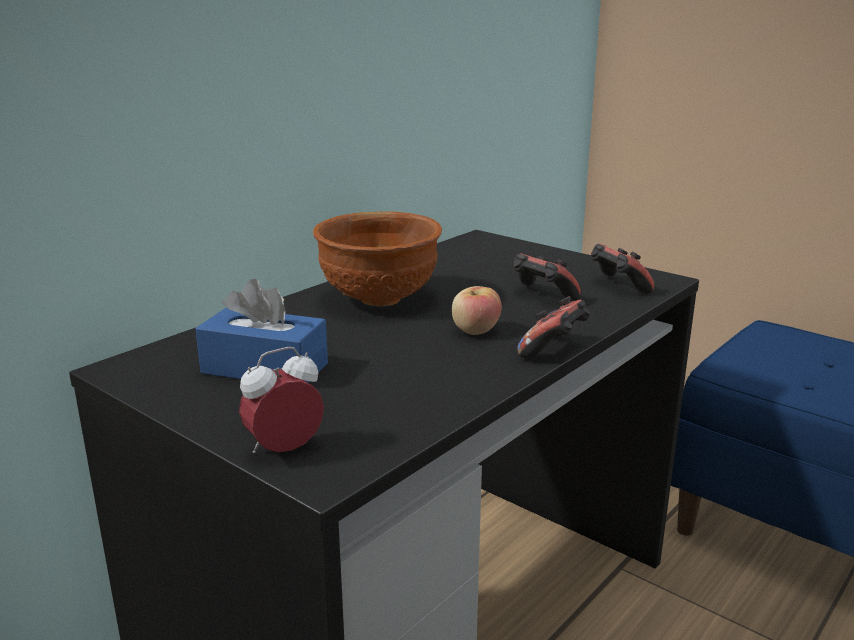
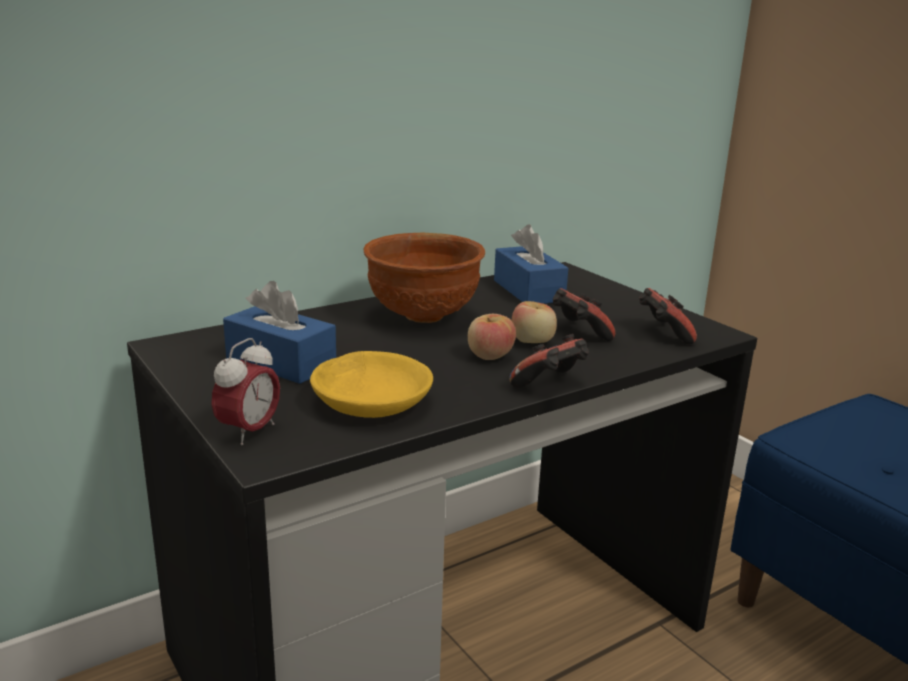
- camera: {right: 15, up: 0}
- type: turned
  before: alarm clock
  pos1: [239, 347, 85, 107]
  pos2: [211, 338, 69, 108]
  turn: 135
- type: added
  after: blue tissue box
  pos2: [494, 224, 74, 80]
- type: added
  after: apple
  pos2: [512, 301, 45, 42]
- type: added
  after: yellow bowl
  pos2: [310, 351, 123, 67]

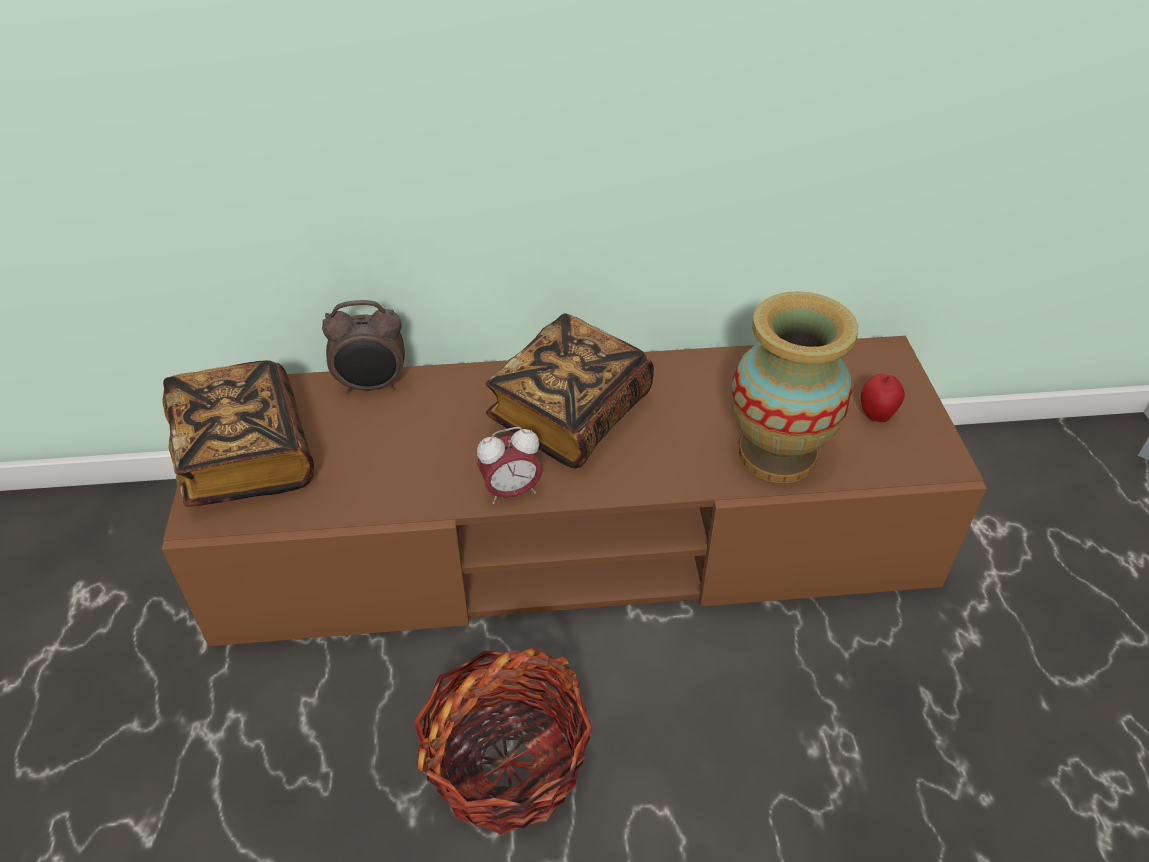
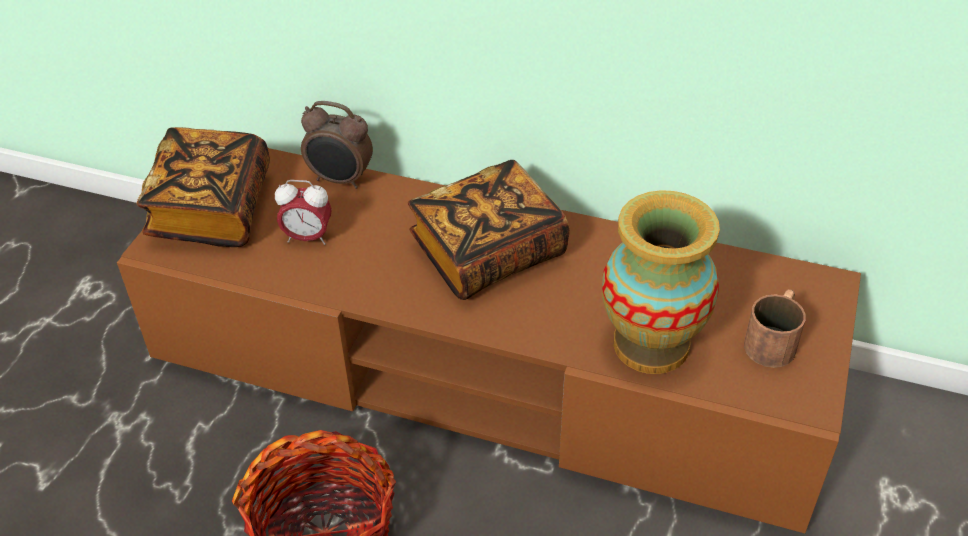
- camera: {right: 25, up: 0}
- type: replaced
  before: apple
  after: brown mug
  pos1: [861, 374, 44, 48]
  pos2: [744, 289, 62, 79]
- type: moved
  before: alarm clock
  pos1: [477, 427, 65, 77]
  pos2: [275, 180, 57, 65]

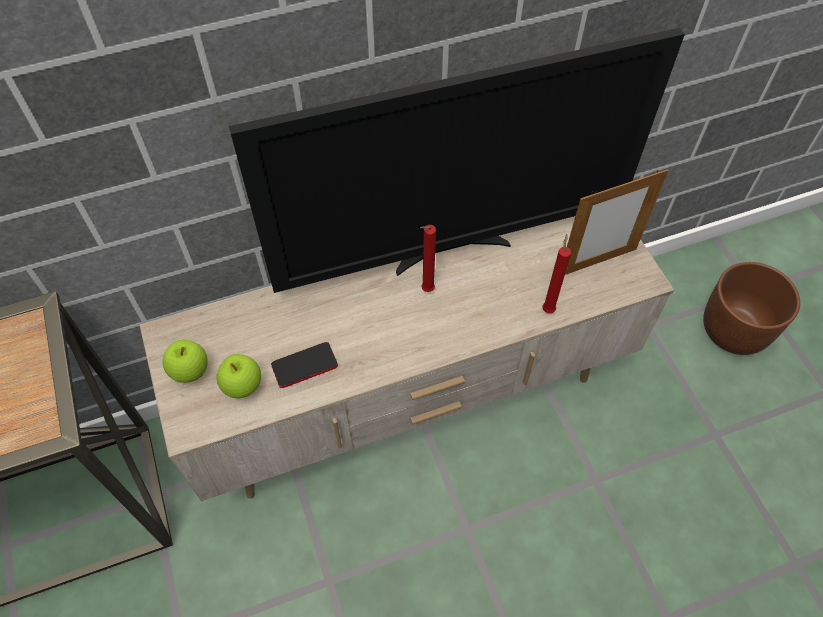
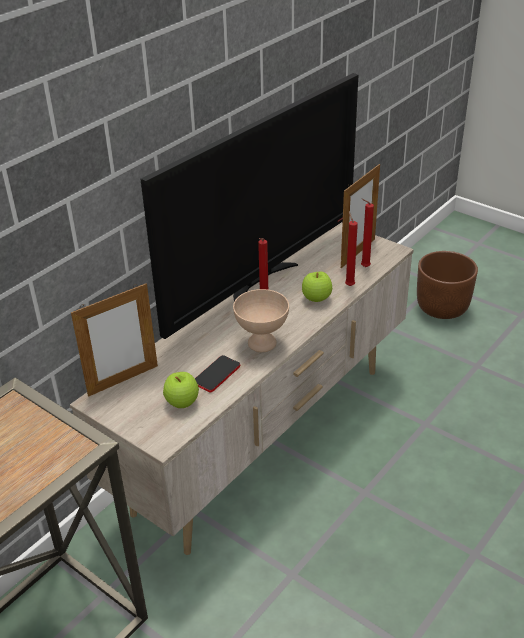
- camera: {right: -30, up: -20}
- type: moved
  before: apple
  pos1: [162, 340, 46, 43]
  pos2: [302, 271, 30, 31]
- type: added
  after: red candle
  pos2: [361, 198, 13, 69]
- type: added
  after: picture frame
  pos2: [71, 283, 87, 114]
- type: added
  after: beige bowl
  pos2: [233, 289, 56, 63]

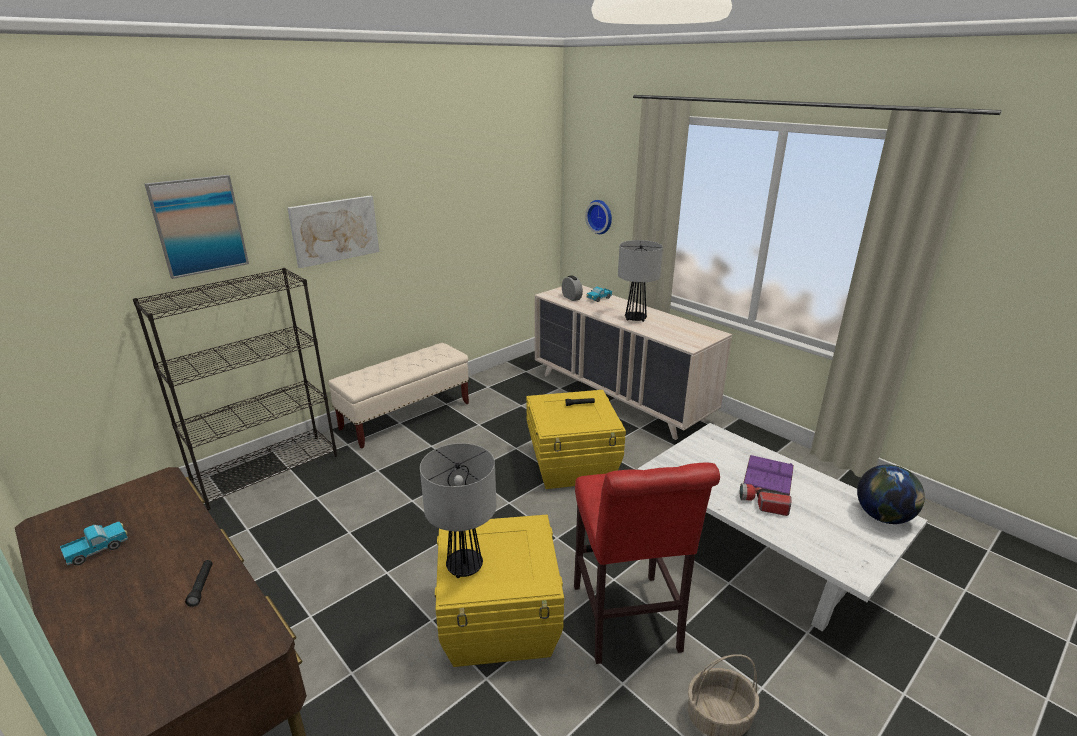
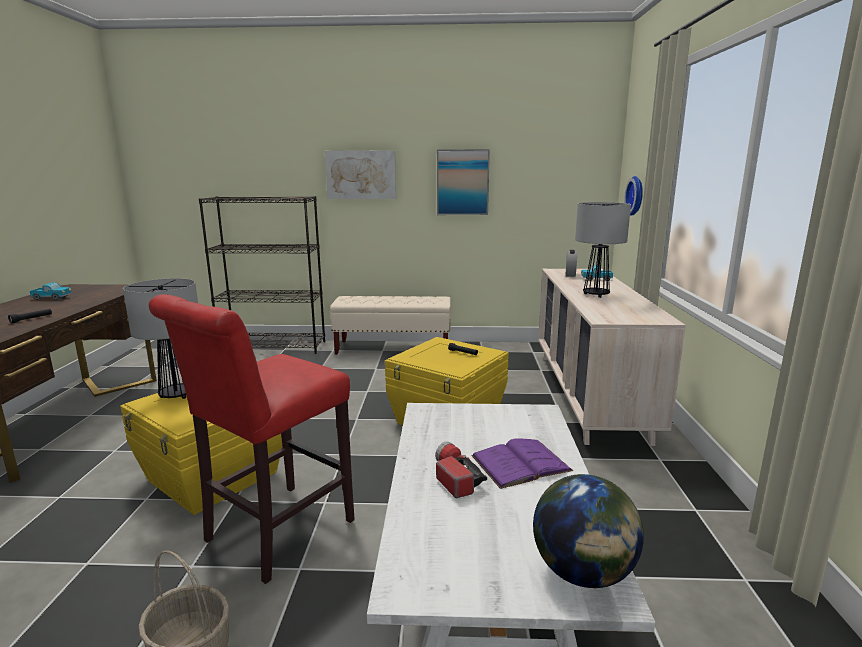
- camera: {right: 45, up: -10}
- type: moved
  before: picture
  pos1: [144, 175, 105, 104]
  pos2: [437, 149, 53, 66]

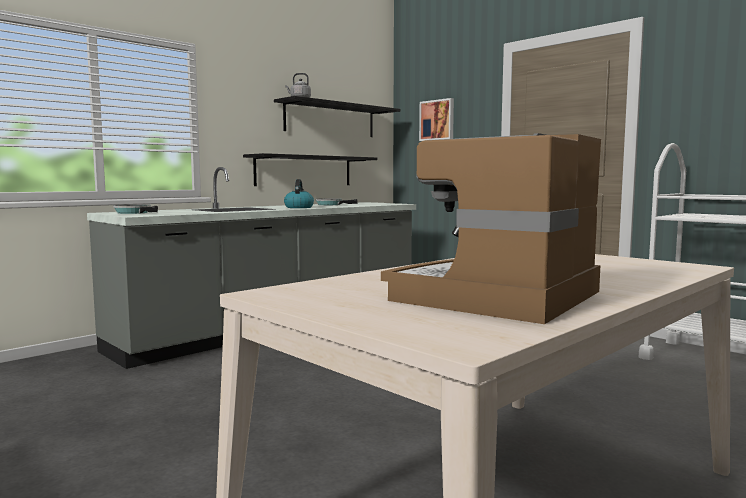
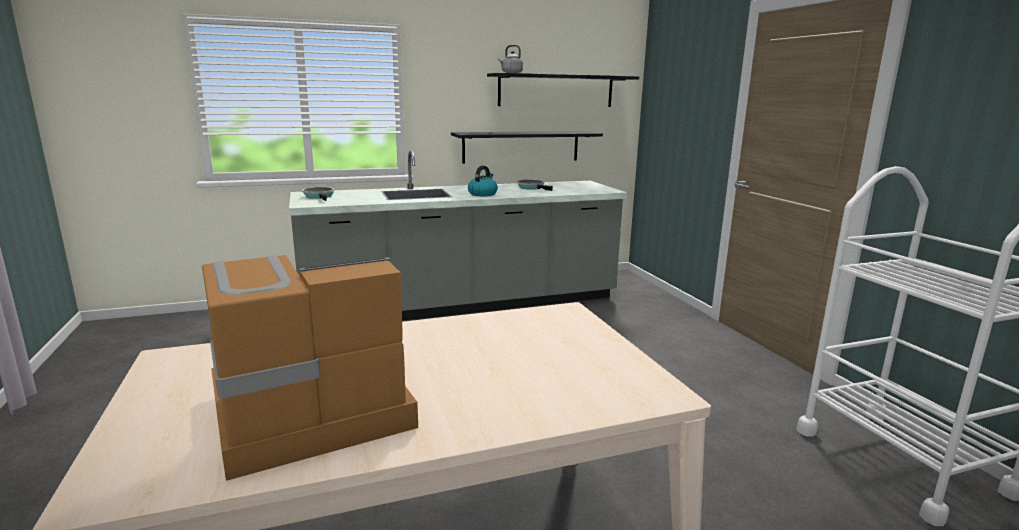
- camera: {right: 25, up: 10}
- type: removed
  before: picture
  pos1: [419, 98, 35, 43]

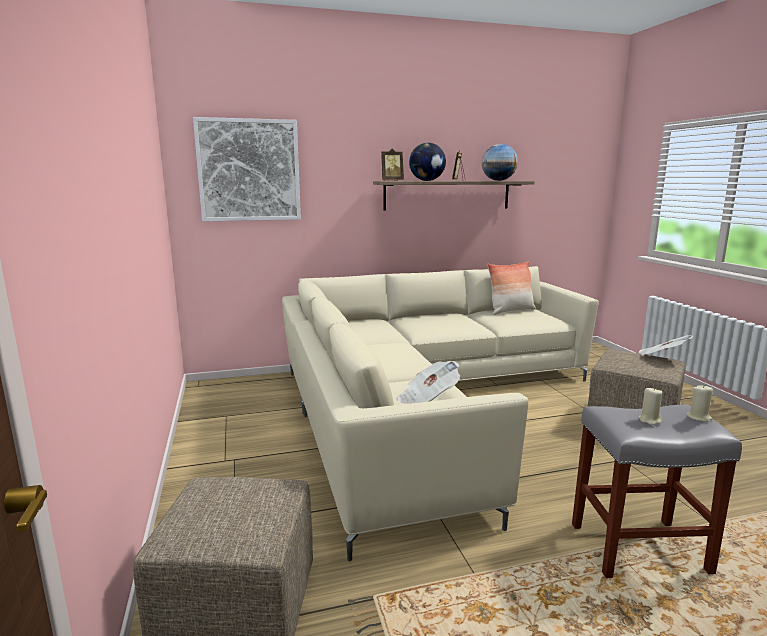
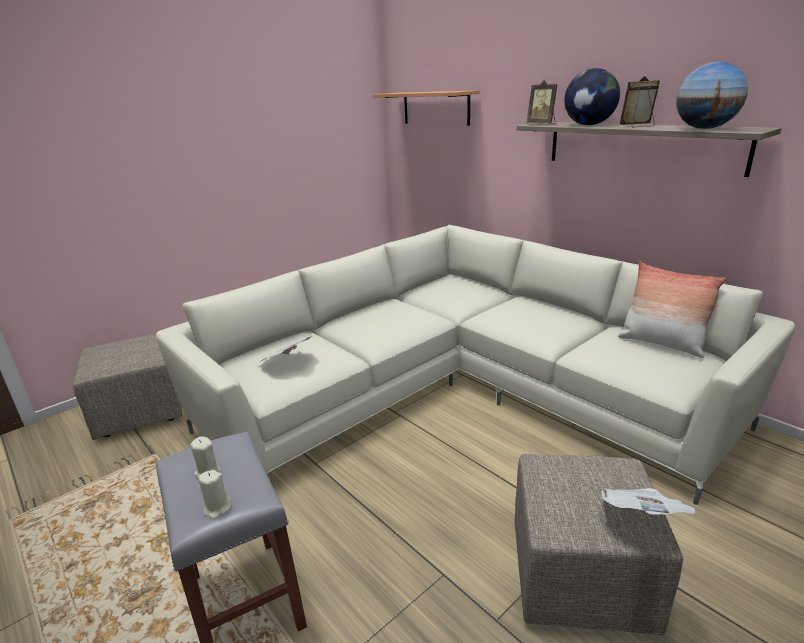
- camera: {right: 65, up: 10}
- type: replaced
  before: picture
  after: shelf
  pos1: [193, 117, 108, 105]
  pos2: [373, 90, 107, 36]

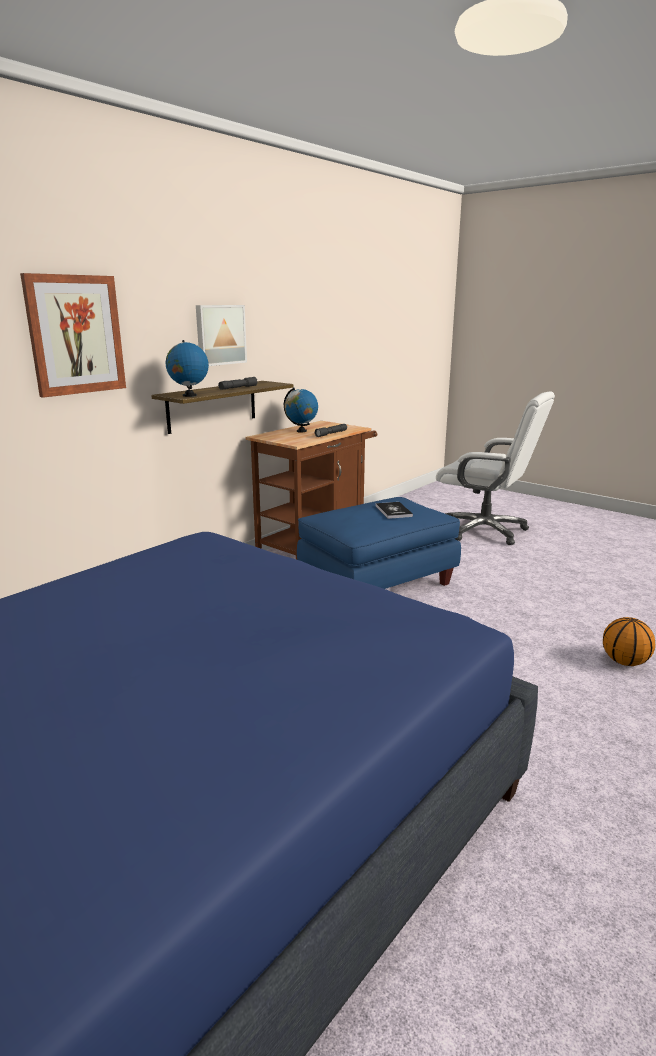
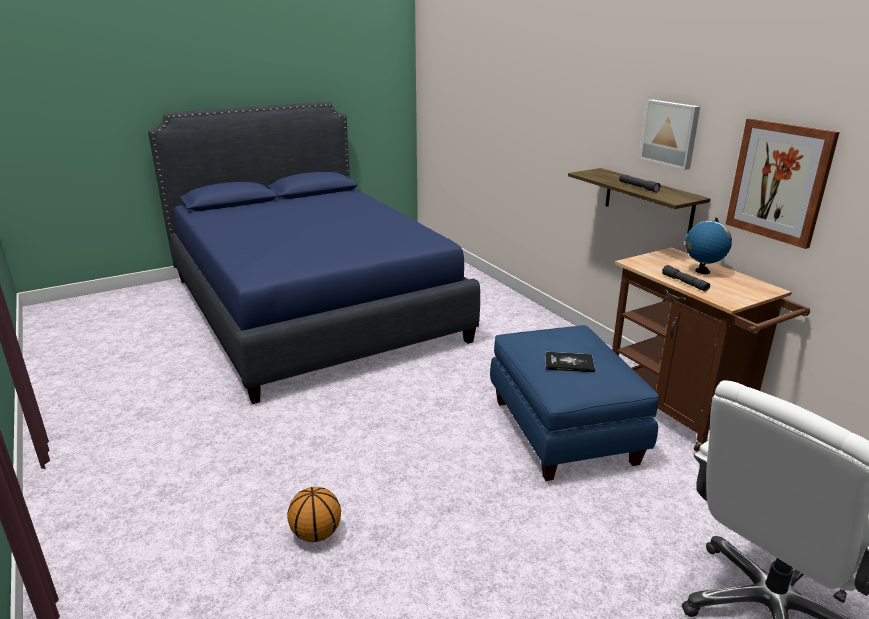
- camera: {right: 110, up: 5}
- type: moved
  before: picture
  pos1: [20, 273, 106, 125]
  pos2: [726, 118, 114, 131]
- type: removed
  before: globe
  pos1: [166, 340, 43, 57]

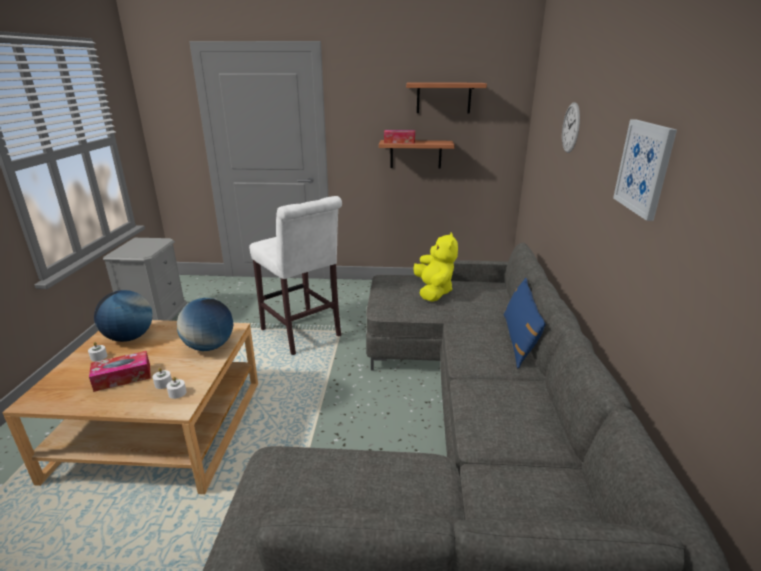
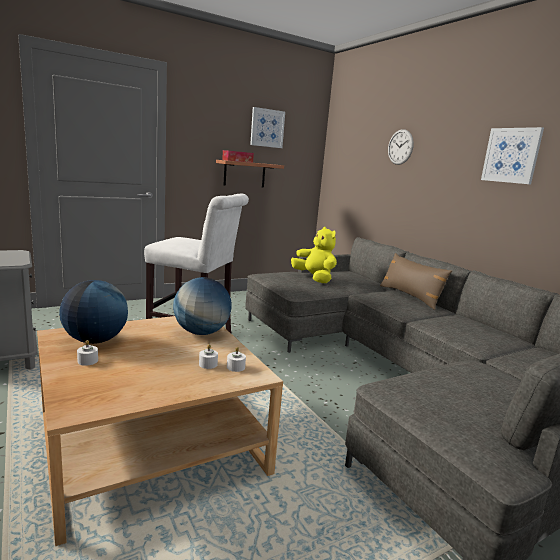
- camera: {right: -35, up: -10}
- type: replaced
  before: shelf
  after: picture
  pos1: [406, 83, 81, 30]
  pos2: [250, 107, 35, 41]
- type: recoloured
  before: blue pillow
  after: brown pillow
  pos1: [504, 278, 42, 90]
  pos2: [380, 253, 72, 57]
- type: removed
  before: tissue box
  pos1: [89, 351, 62, 41]

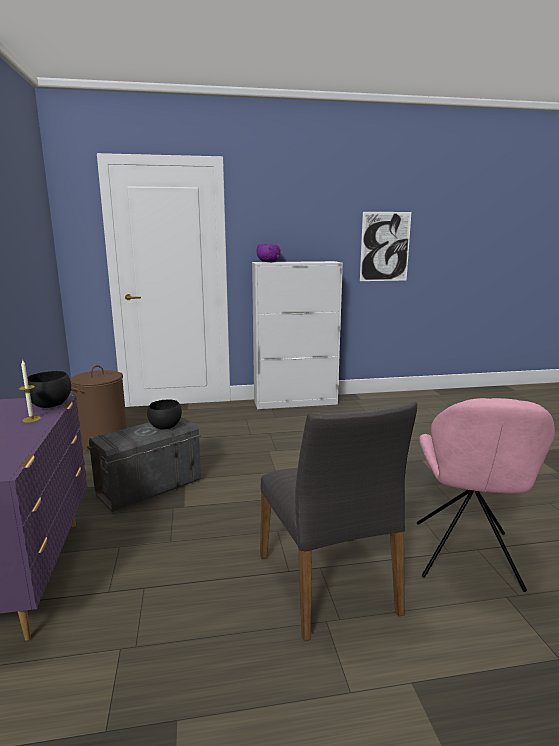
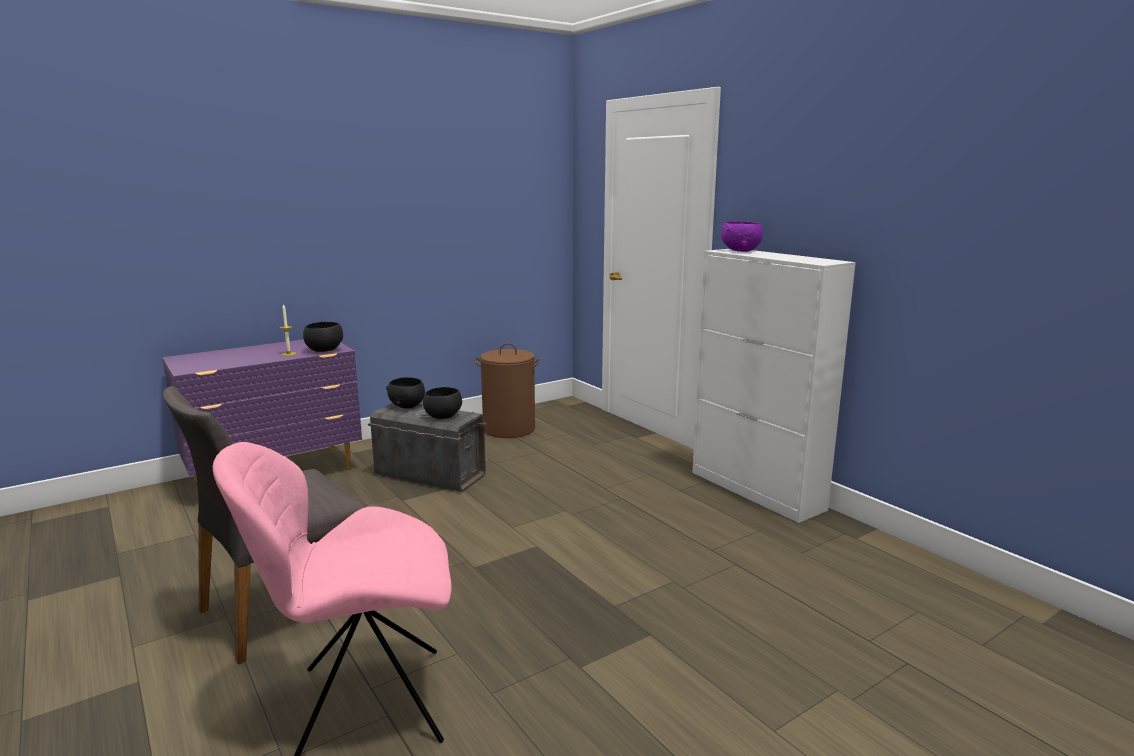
- camera: {right: 65, up: 0}
- type: removed
  before: picture
  pos1: [360, 212, 51, 69]
- type: added
  after: black bowl
  pos2: [386, 377, 39, 32]

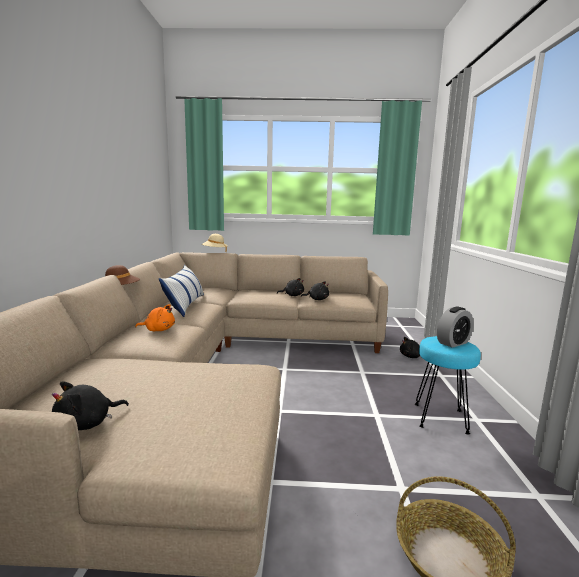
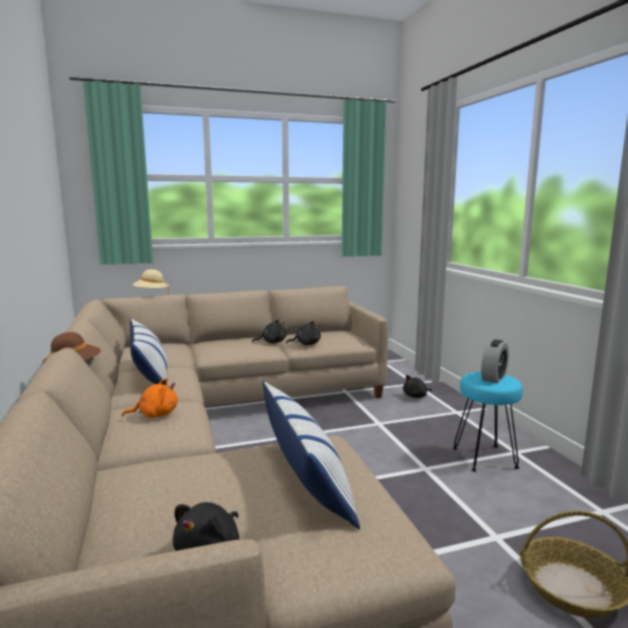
- camera: {right: -20, up: 0}
- type: added
  after: pillow
  pos2: [262, 381, 98, 148]

